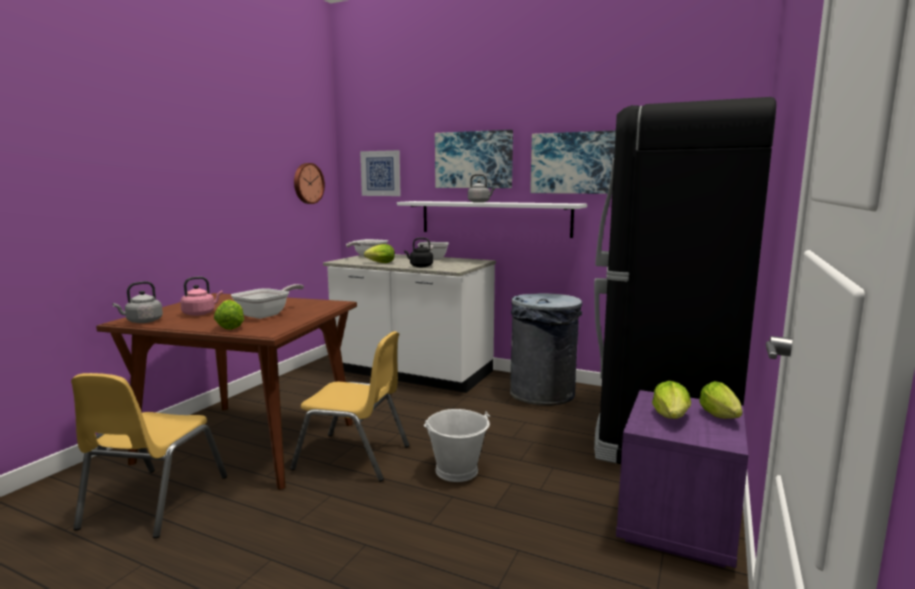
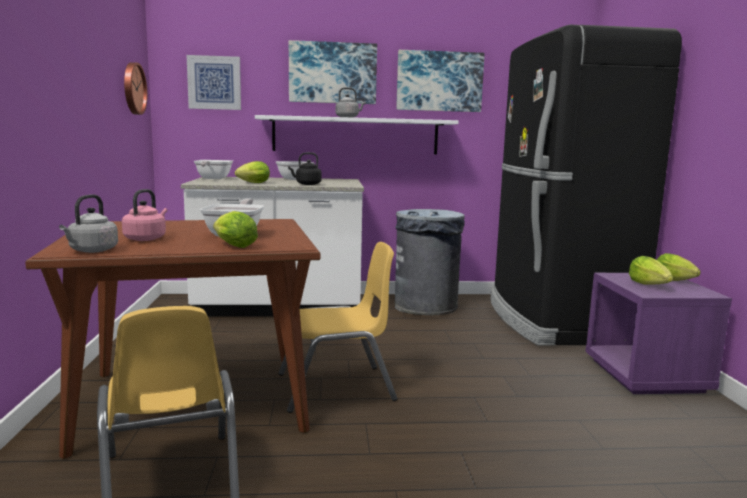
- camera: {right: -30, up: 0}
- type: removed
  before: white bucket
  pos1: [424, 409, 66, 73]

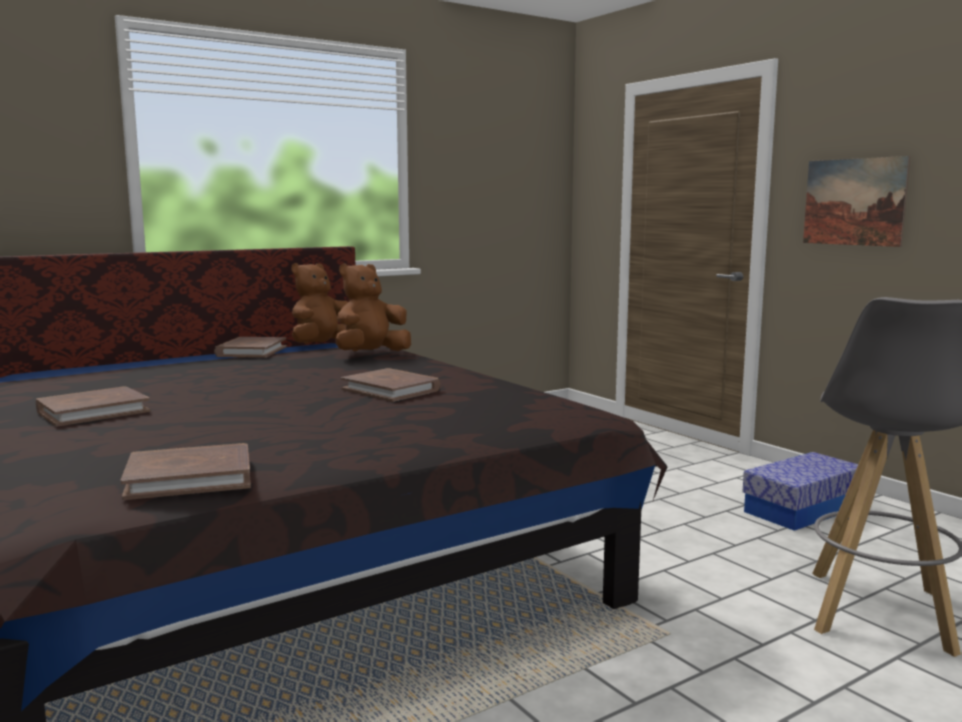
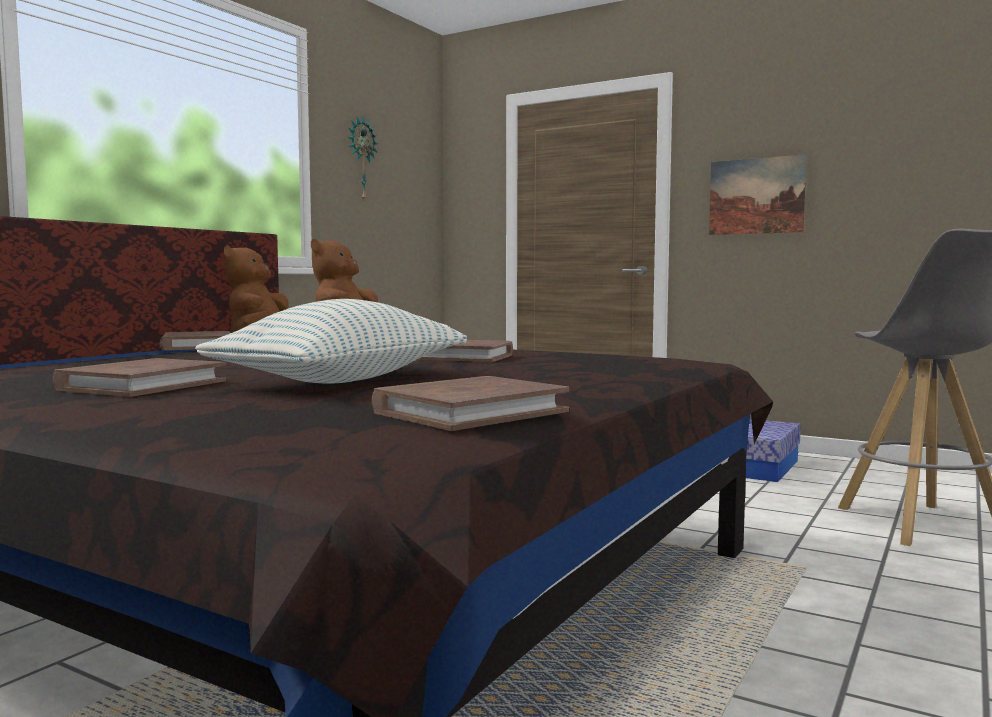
- camera: {right: -25, up: -5}
- type: added
  after: wall clock
  pos2: [348, 117, 30, 86]
- type: added
  after: pillow
  pos2: [195, 299, 272, 85]

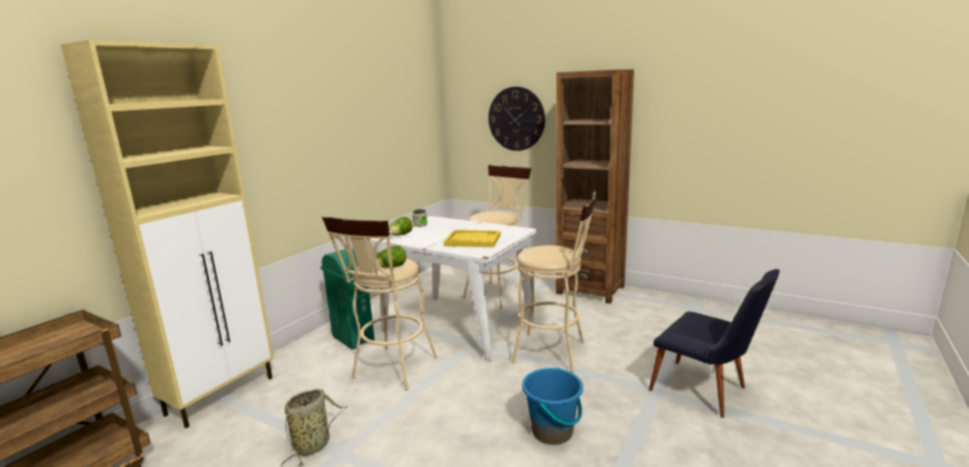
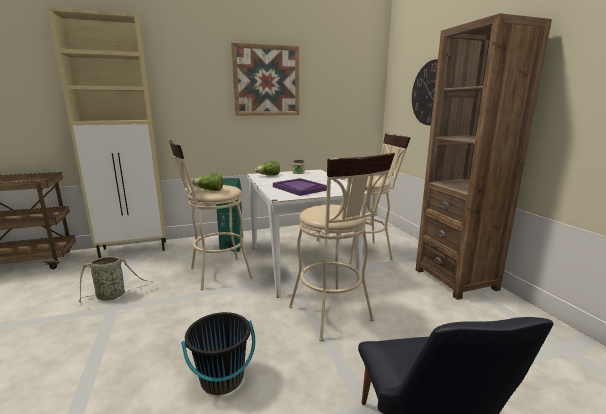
- camera: {right: 40, up: 0}
- type: recoloured
  before: yellow tray
  after: purple tray
  pos1: [444, 230, 56, 17]
  pos2: [273, 178, 54, 18]
- type: recoloured
  before: blue bucket
  after: black bucket
  pos1: [522, 368, 61, 77]
  pos2: [181, 312, 74, 83]
- type: added
  after: picture
  pos2: [231, 43, 68, 73]

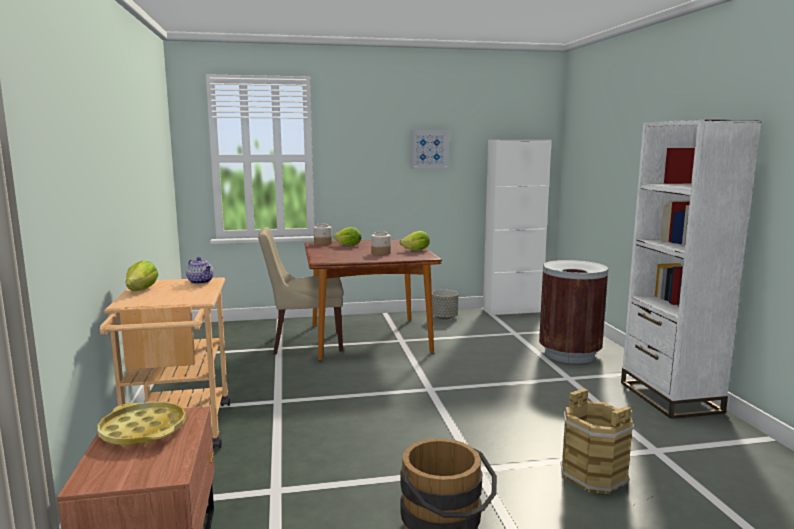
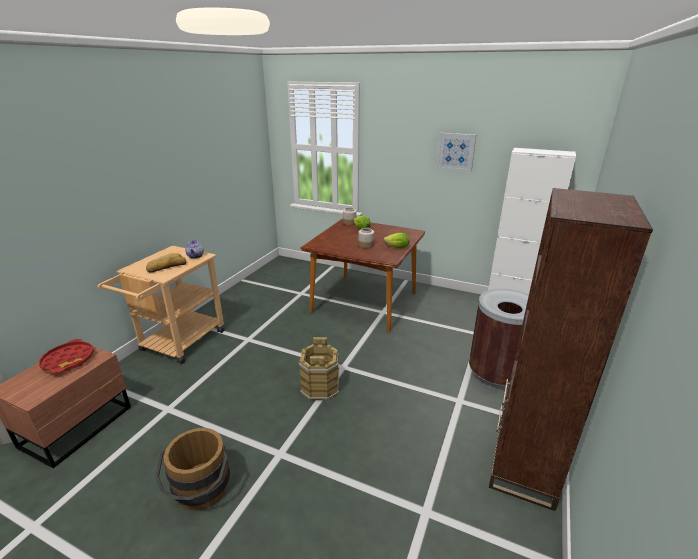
- camera: {right: 35, up: 15}
- type: recoloured
  before: white bookcase
  after: brown bookcase
  pos1: [621, 120, 141, 299]
  pos2: [489, 188, 164, 323]
- type: removed
  before: beige chair
  pos1: [258, 227, 86, 128]
- type: removed
  before: lettuce
  pos1: [126, 261, 32, 30]
- type: removed
  before: grey planter
  pos1: [432, 290, 27, 29]
- type: moved
  before: brown bucket
  pos1: [560, 388, 74, 107]
  pos2: [298, 337, 41, 64]
- type: recoloured
  before: yellow tray
  after: red tray
  pos1: [97, 402, 89, 45]
  pos2: [39, 339, 55, 35]
- type: added
  after: bread
  pos2: [146, 253, 40, 19]

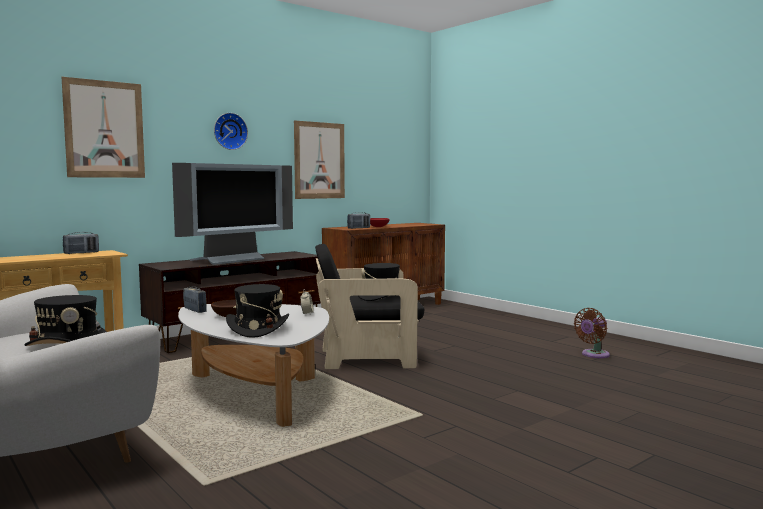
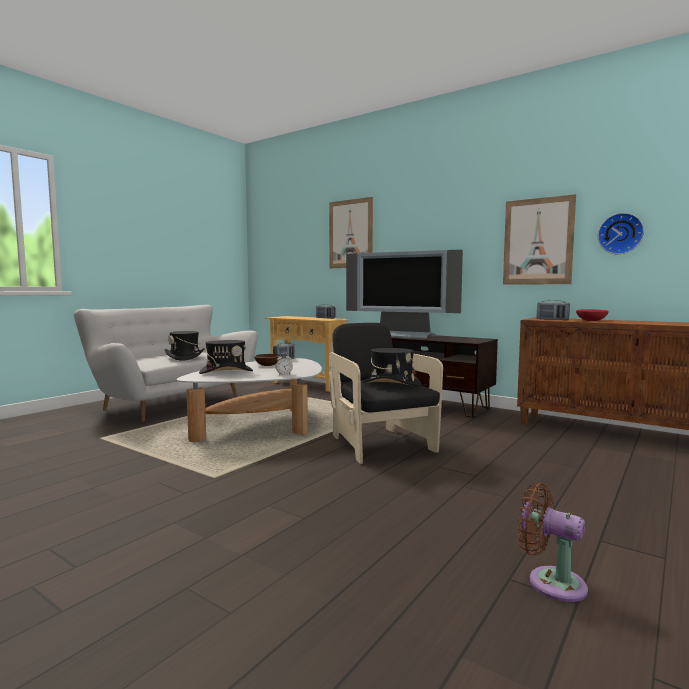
- camera: {right: 75, up: 0}
- type: moved
  before: wall clock
  pos1: [214, 113, 34, 37]
  pos2: [598, 213, 46, 41]

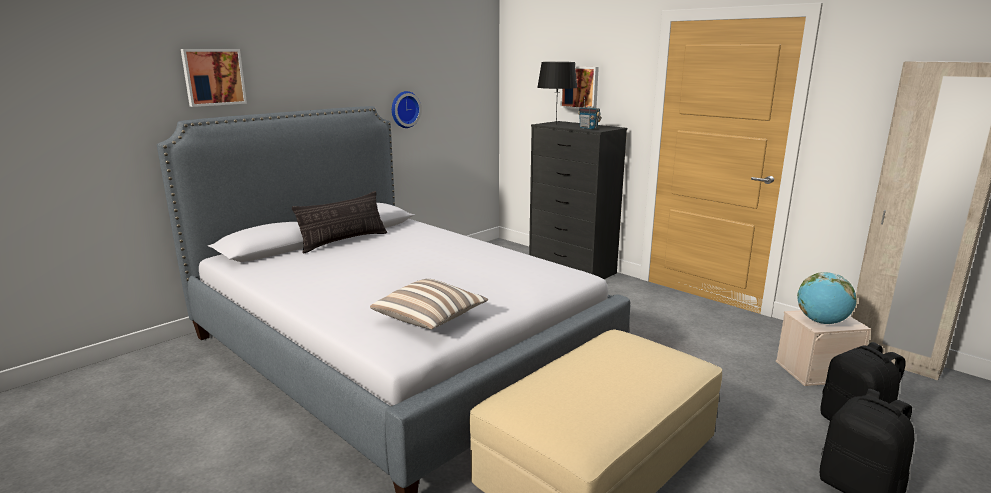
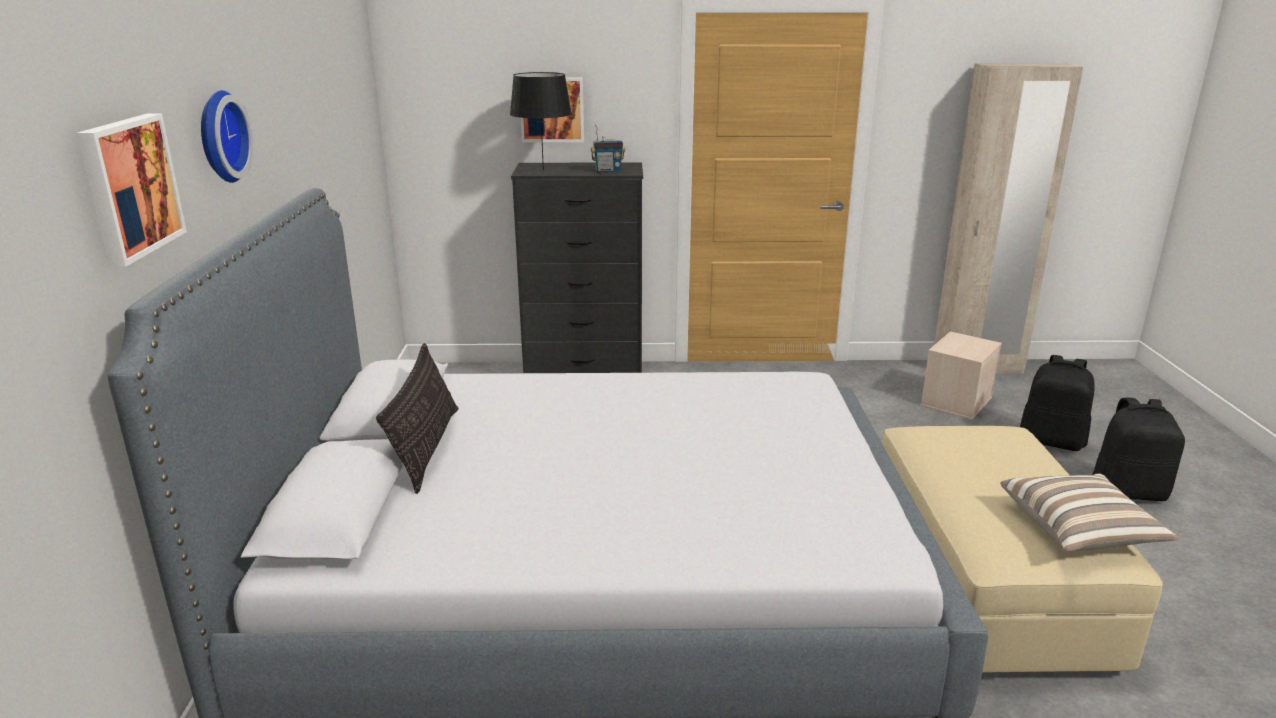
- camera: {right: -45, up: 5}
- type: moved
  before: wall clock
  pos1: [392, 91, 30, 37]
  pos2: [201, 90, 52, 93]
- type: removed
  before: globe
  pos1: [797, 272, 60, 52]
- type: moved
  before: pillow
  pos1: [370, 279, 118, 51]
  pos2: [1000, 473, 180, 79]

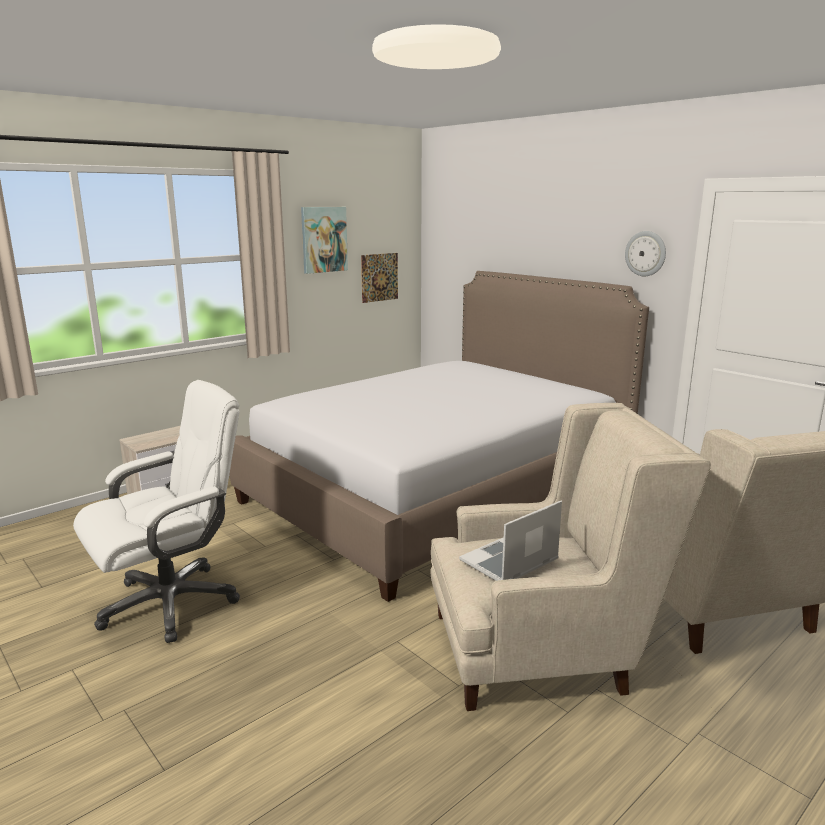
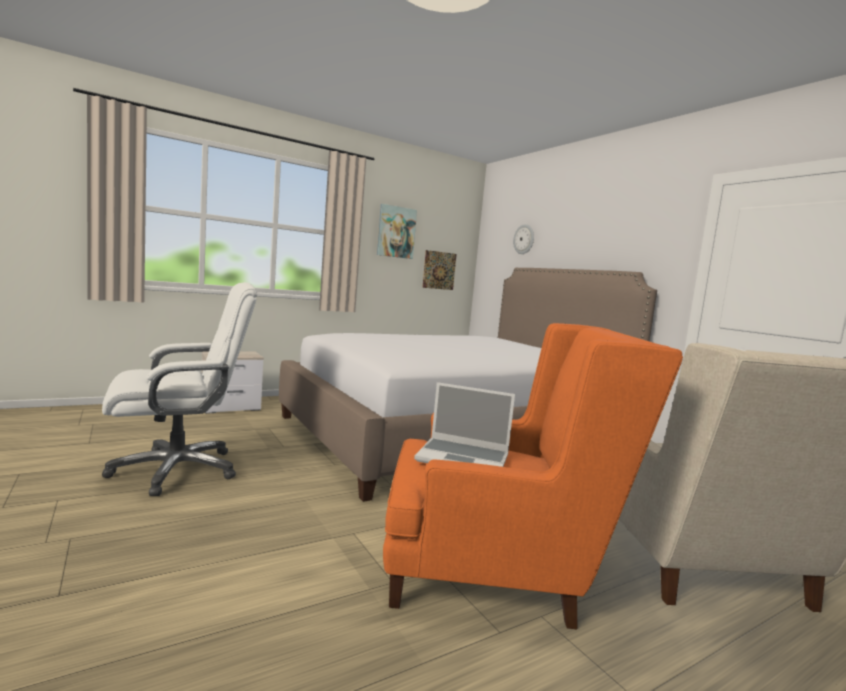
- camera: {right: 10, up: -10}
- type: moved
  before: wall clock
  pos1: [625, 231, 41, 45]
  pos2: [513, 224, 21, 30]
- type: recoloured
  before: beige armchair
  after: orange armchair
  pos1: [431, 403, 280, 308]
  pos2: [383, 323, 300, 306]
- type: turned
  before: laptop
  pos1: [459, 501, 103, 80]
  pos2: [414, 382, 101, 85]
  turn: -135

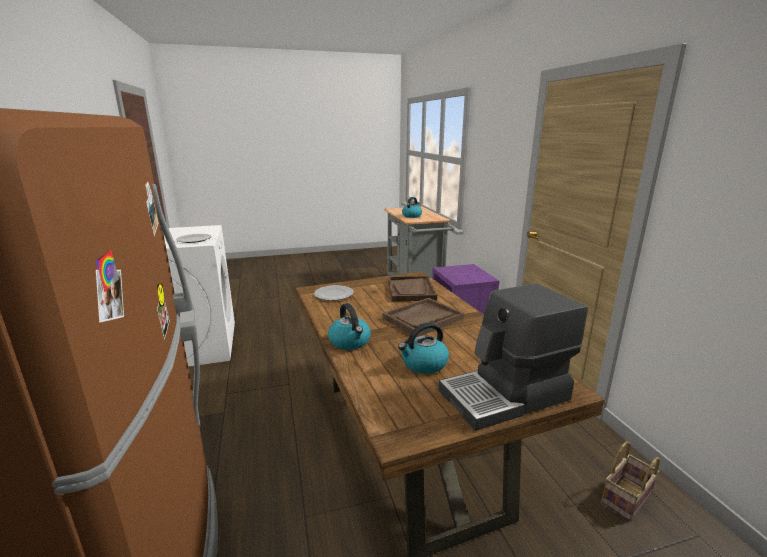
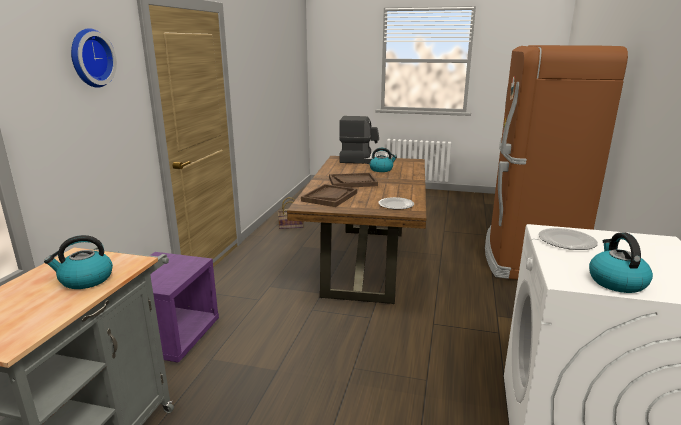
- camera: {right: -150, up: 0}
- type: moved
  before: kettle
  pos1: [328, 303, 43, 47]
  pos2: [589, 233, 64, 60]
- type: added
  after: wall clock
  pos2: [71, 28, 46, 60]

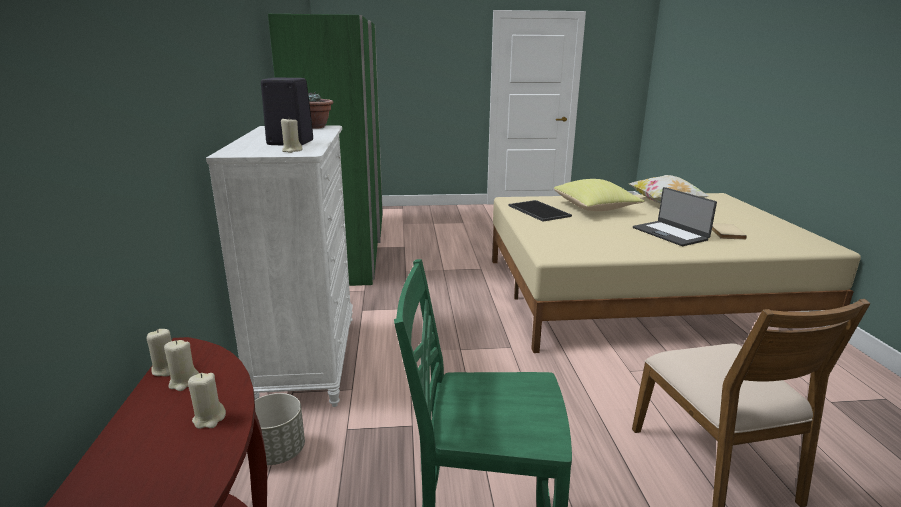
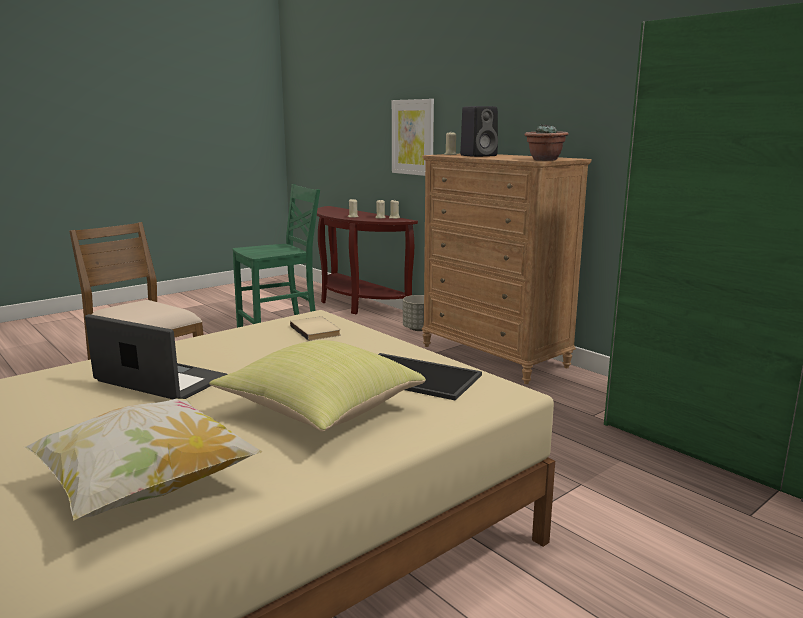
- camera: {right: 145, up: -5}
- type: recoloured
  before: white dresser
  after: brown dresser
  pos1: [206, 126, 147, 281]
  pos2: [422, 154, 169, 230]
- type: moved
  before: beige book
  pos1: [712, 223, 35, 17]
  pos2: [290, 316, 51, 25]
- type: added
  after: picture
  pos2: [392, 99, 42, 77]

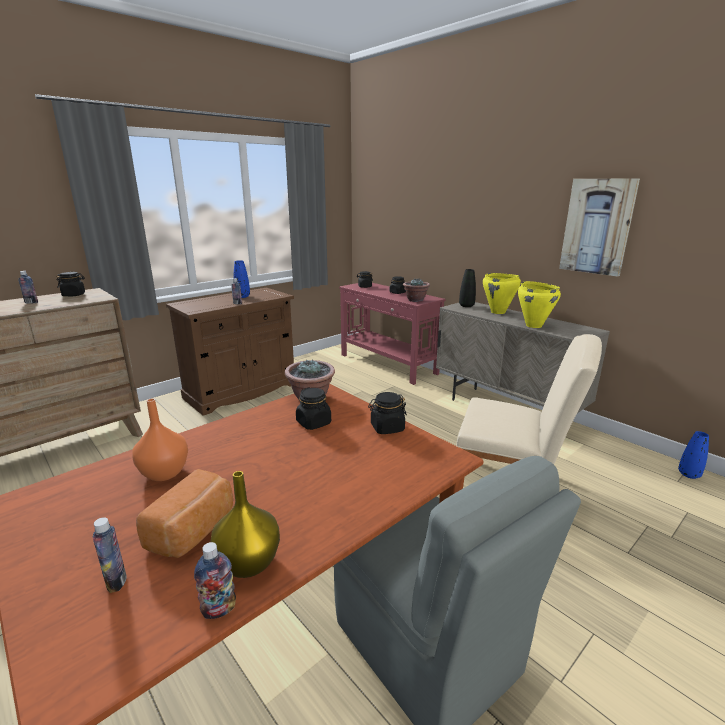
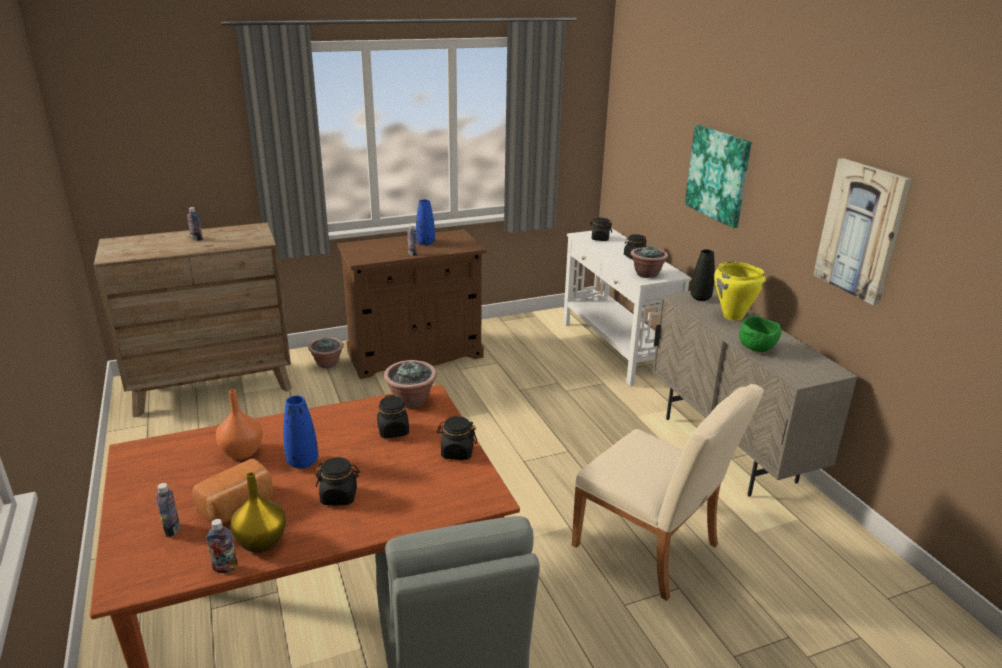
- camera: {right: 20, up: 5}
- type: moved
  before: black jar
  pos1: [56, 272, 29, 25]
  pos2: [316, 457, 44, 48]
- type: replaced
  before: yellow cooking pot
  after: green bowl
  pos1: [518, 281, 43, 47]
  pos2: [739, 316, 43, 36]
- type: recoloured
  before: red console table
  after: white console table
  pos1: [339, 283, 107, 102]
  pos2: [563, 228, 129, 158]
- type: moved
  before: blue vase
  pos1: [678, 431, 31, 48]
  pos2: [283, 396, 35, 73]
- type: added
  after: picture
  pos2: [685, 125, 67, 103]
- type: added
  after: potted plant
  pos2: [308, 337, 36, 31]

